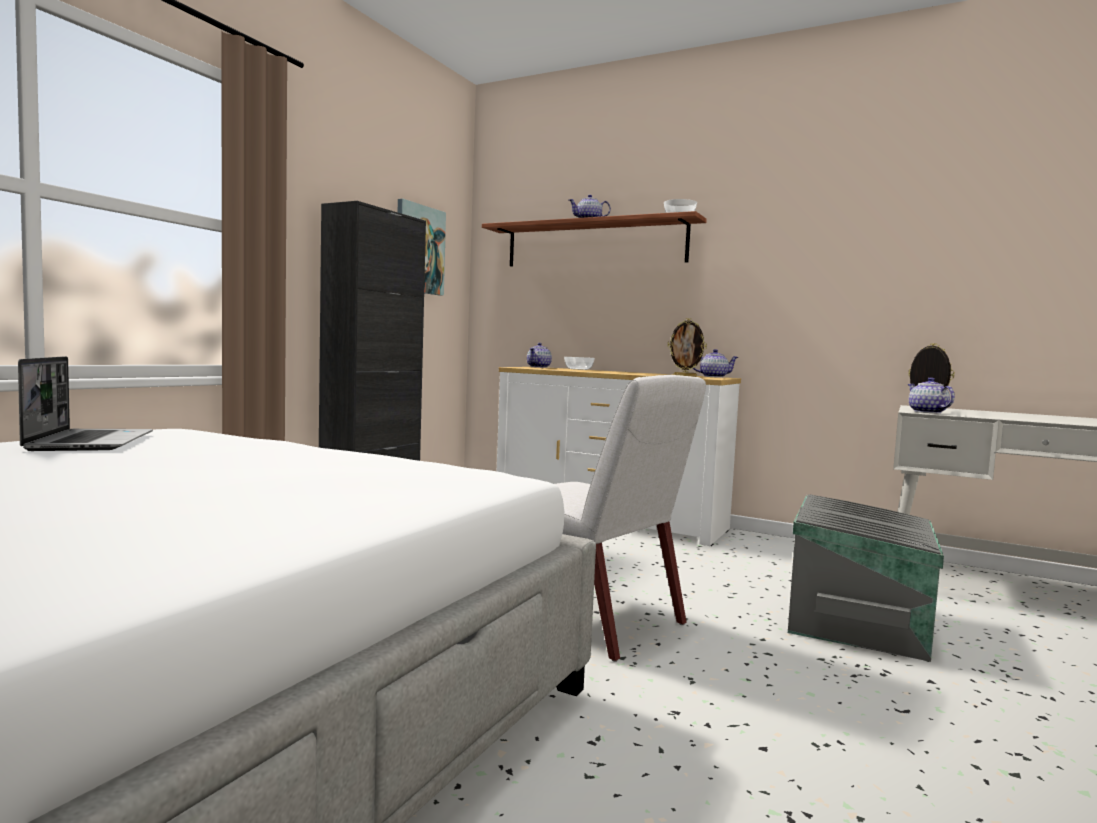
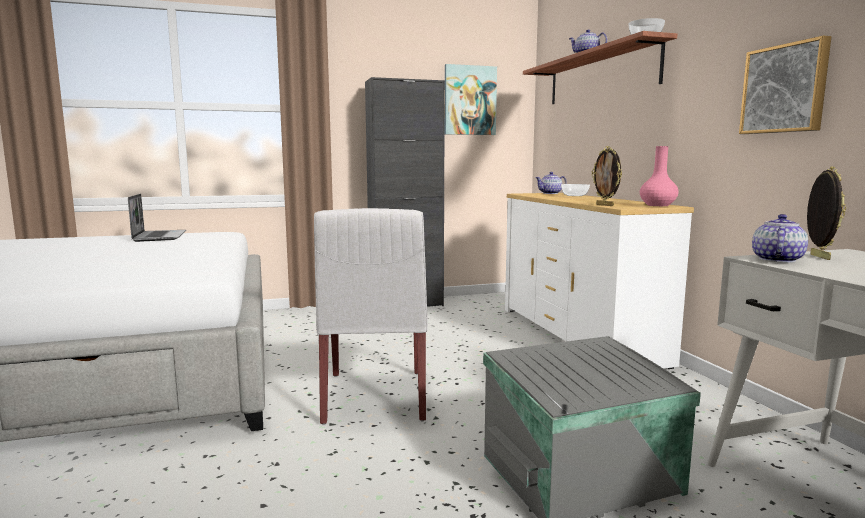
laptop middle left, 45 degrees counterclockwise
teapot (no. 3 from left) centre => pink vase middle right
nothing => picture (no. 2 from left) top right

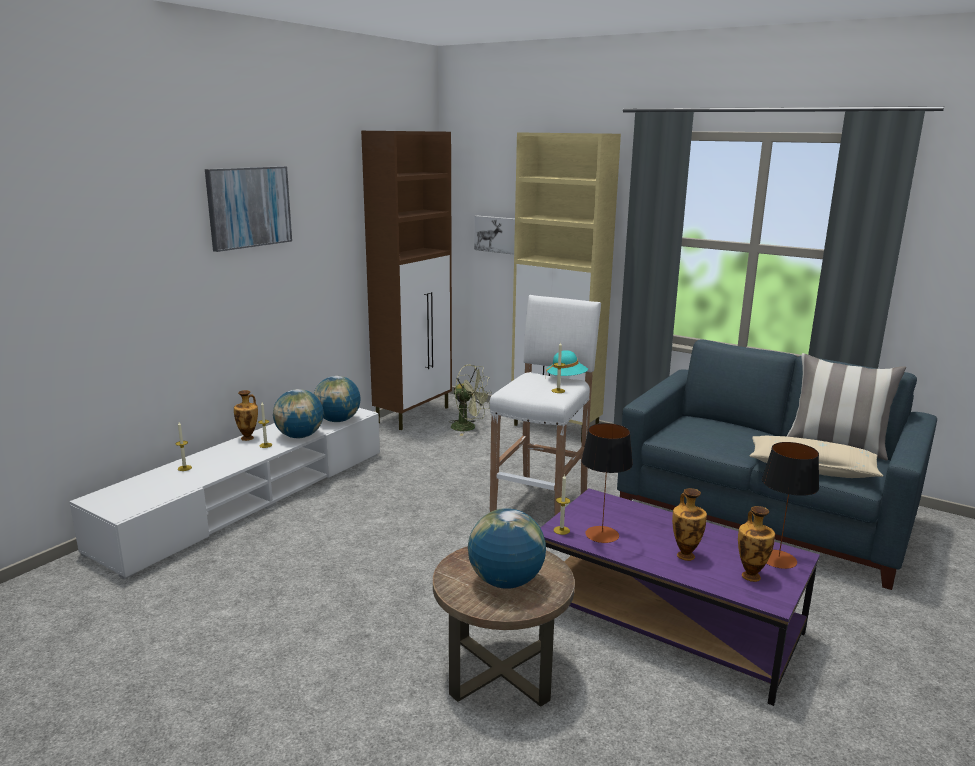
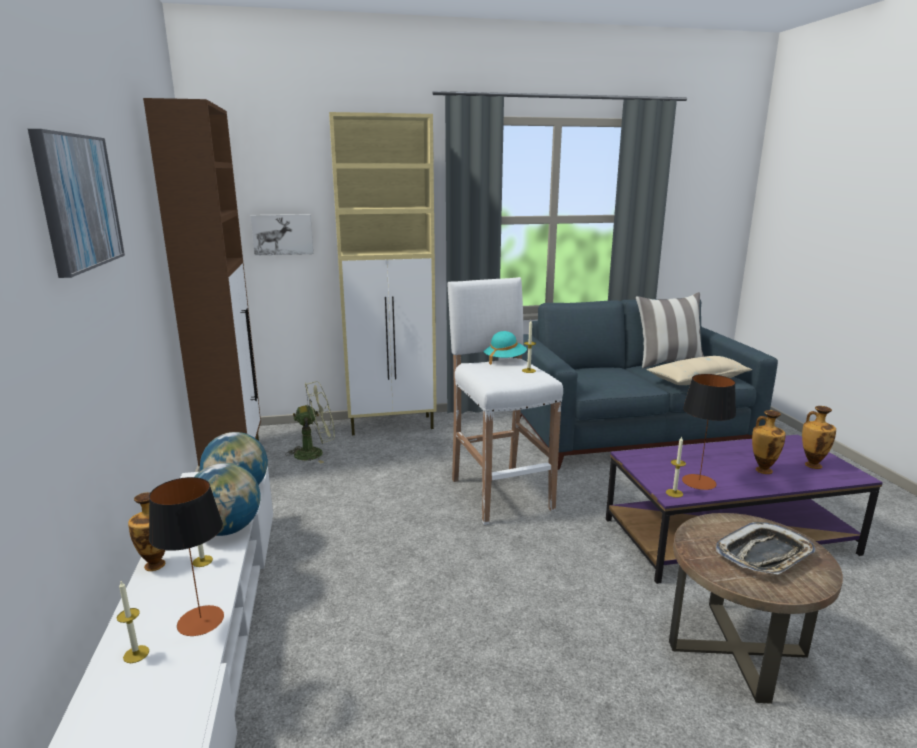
globe (no. 3 from left) bottom centre => tray bottom right
table lamp (no. 2 from left in the first image) middle right => table lamp (no. 1 from left) bottom left, shifted

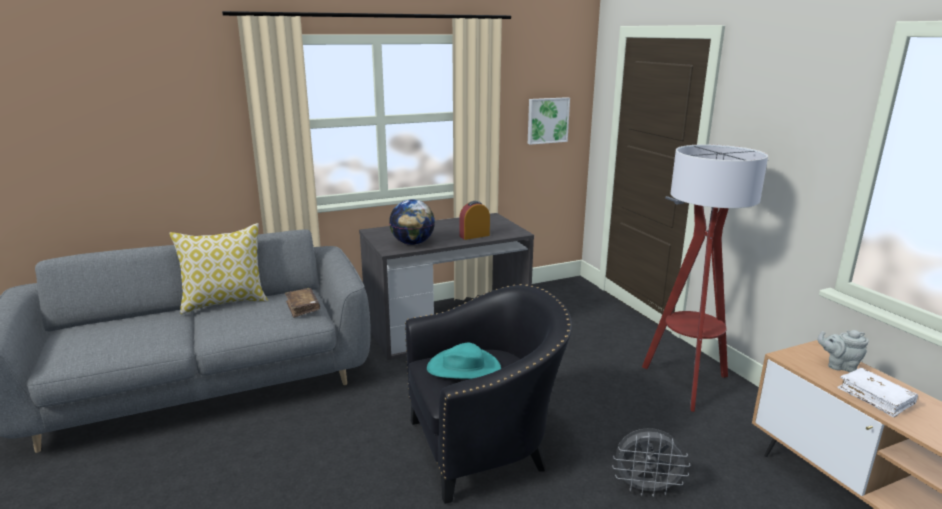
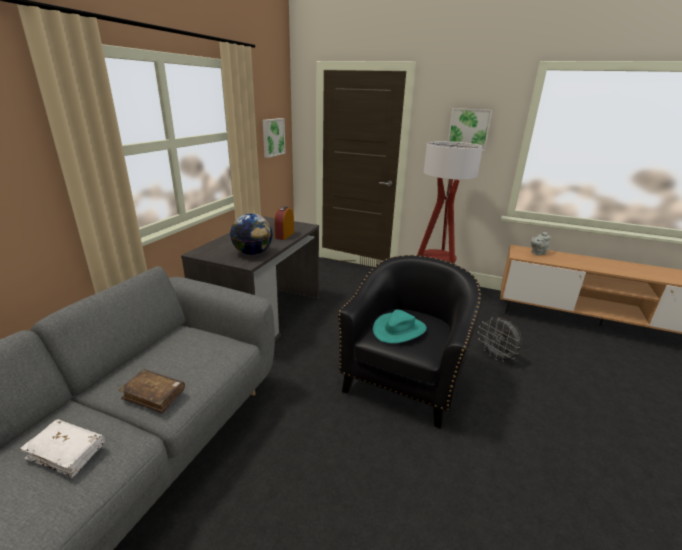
pillow middle left => nothing
brown book middle left => brown book bottom left, shifted
grey fan bottom right => grey fan middle right, 90 degrees clockwise
white book bottom right => white book bottom left, shifted
nothing => picture (no. 2 from left) top right

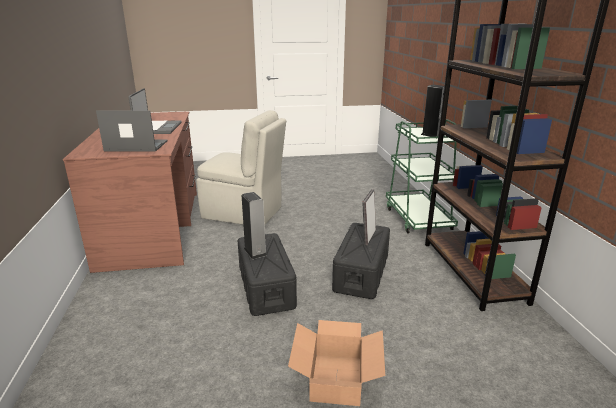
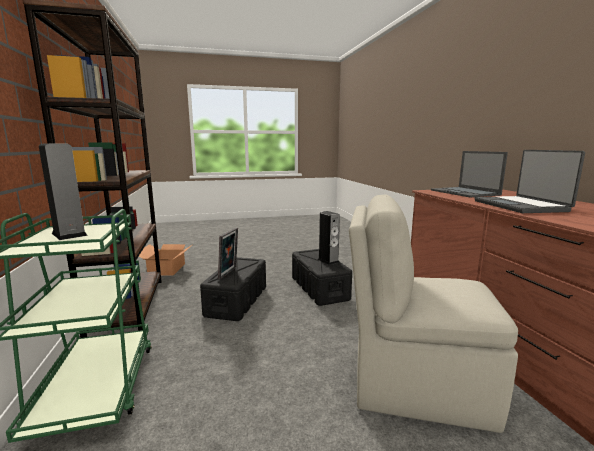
laptop (no. 1 from left) top left => laptop (no. 1 from left) middle right, 75 degrees clockwise
cardboard box bottom centre => cardboard box middle left, shifted

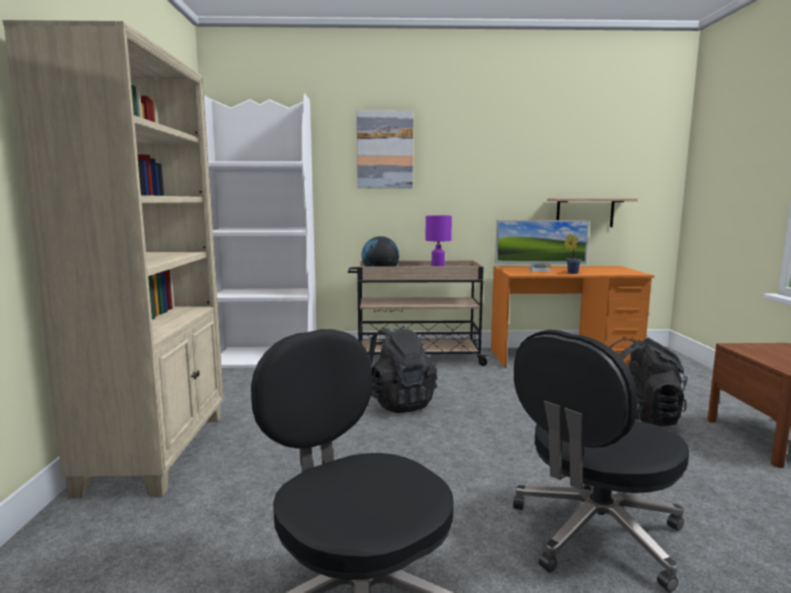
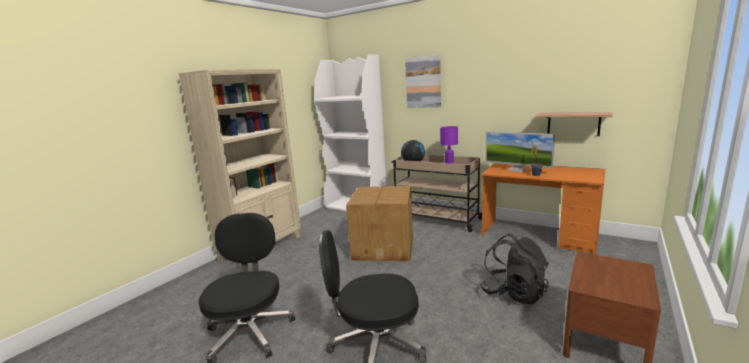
black backpack (no. 1 from left) centre => cardboard box centre

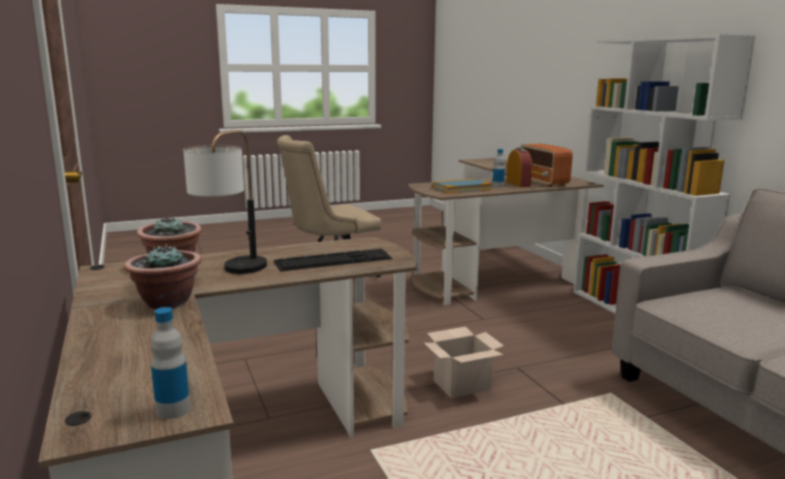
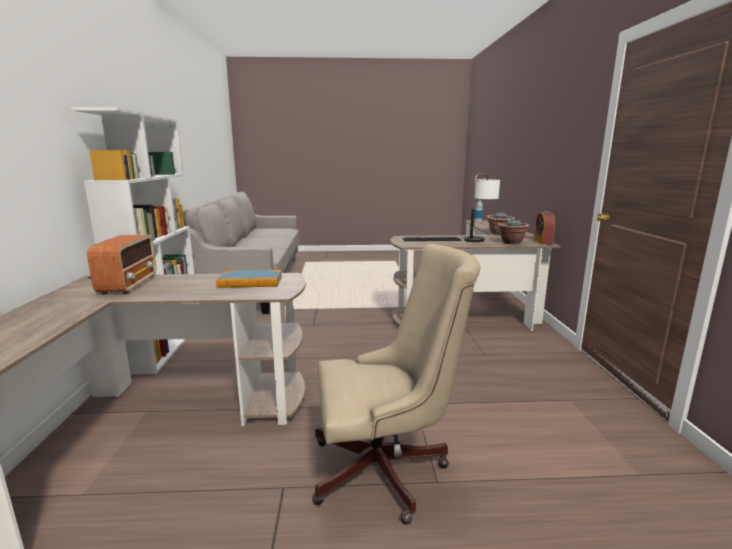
cardboard box bottom centre => nothing
bottle (no. 2 from left) centre => nothing
alarm clock centre => alarm clock middle right, shifted

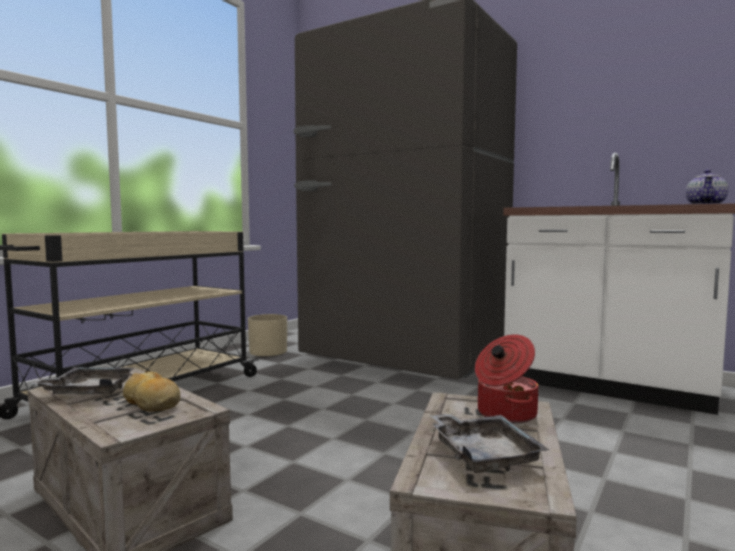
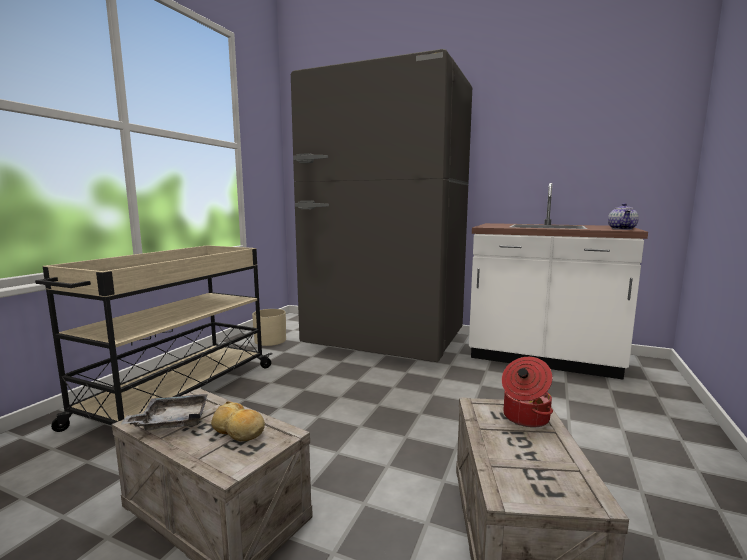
grey tray (no. 2 from left) bottom centre => nothing

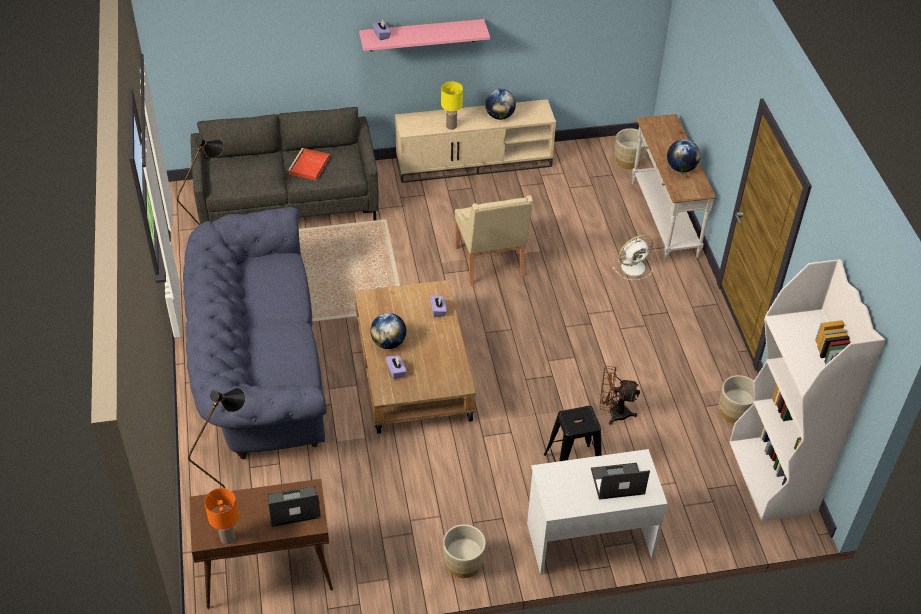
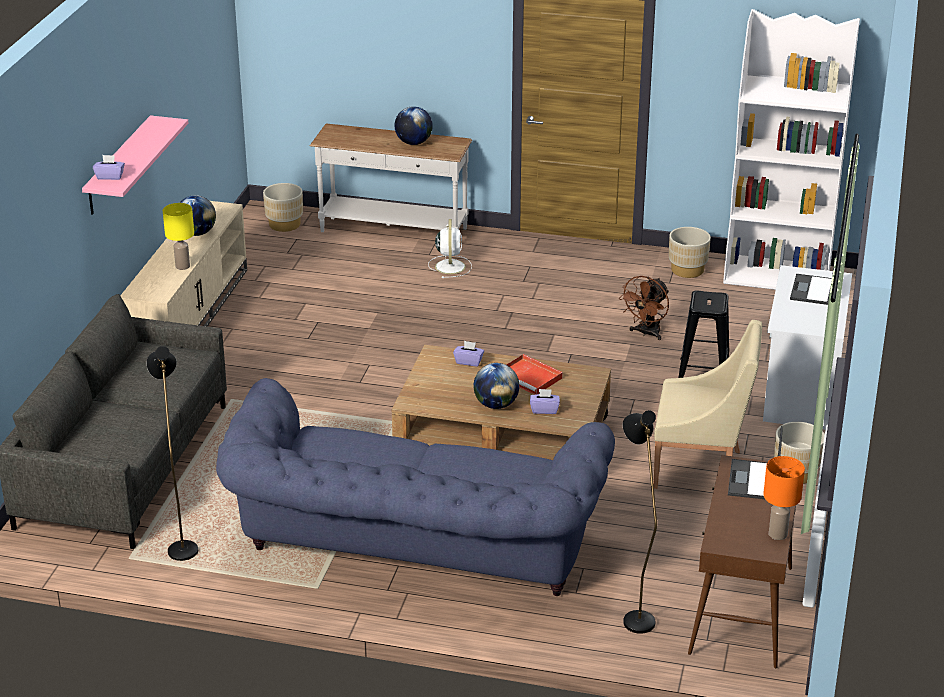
red tray top centre => red tray centre, shifted
beige armchair centre => beige armchair middle right, shifted

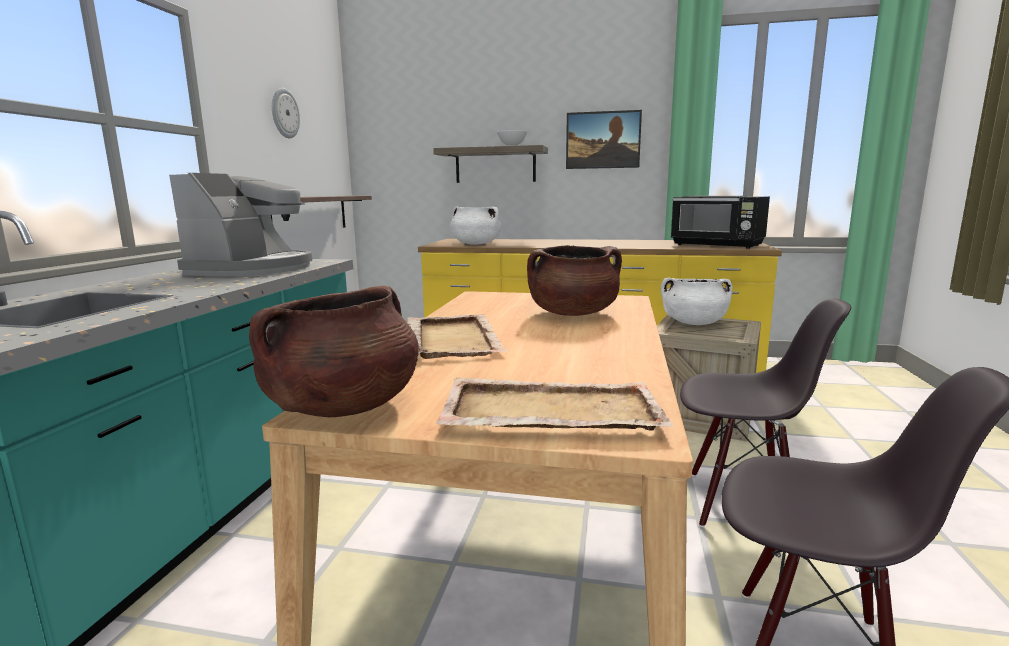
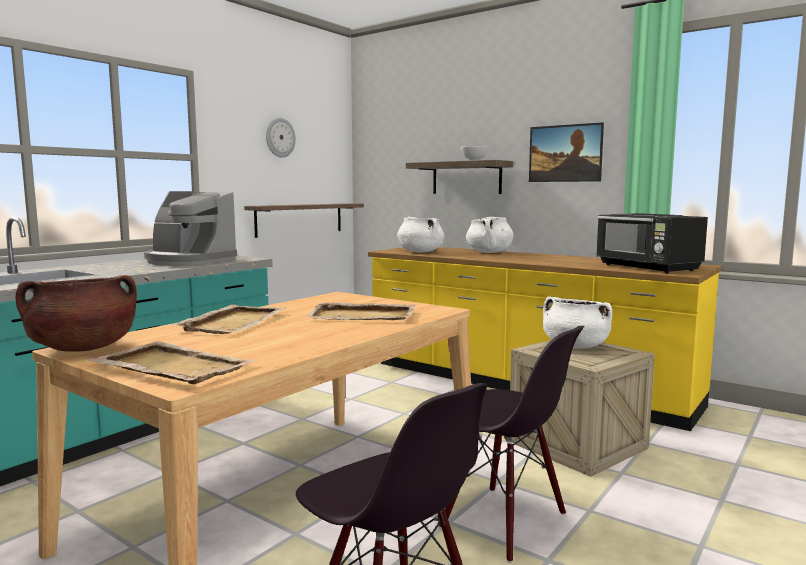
coffee machine middle left, 75 degrees clockwise
brown cooking pot (no. 2 from left) centre => beige tray (no. 3 from left) centre
nothing => white cooking pot (no. 2 from left) centre

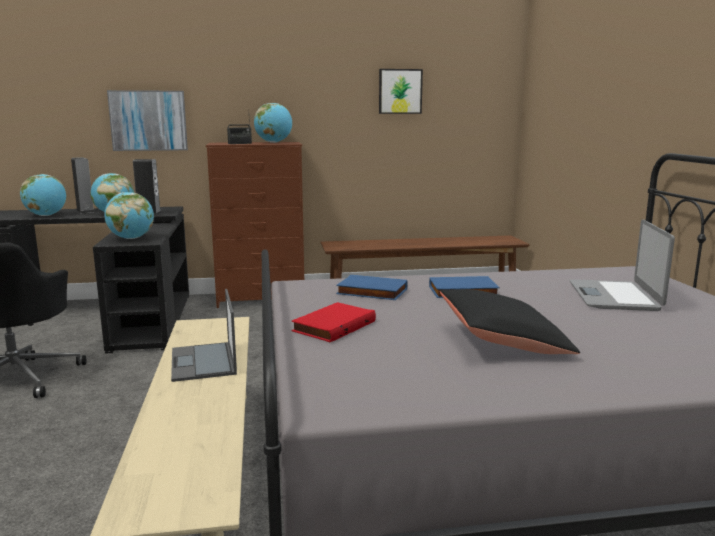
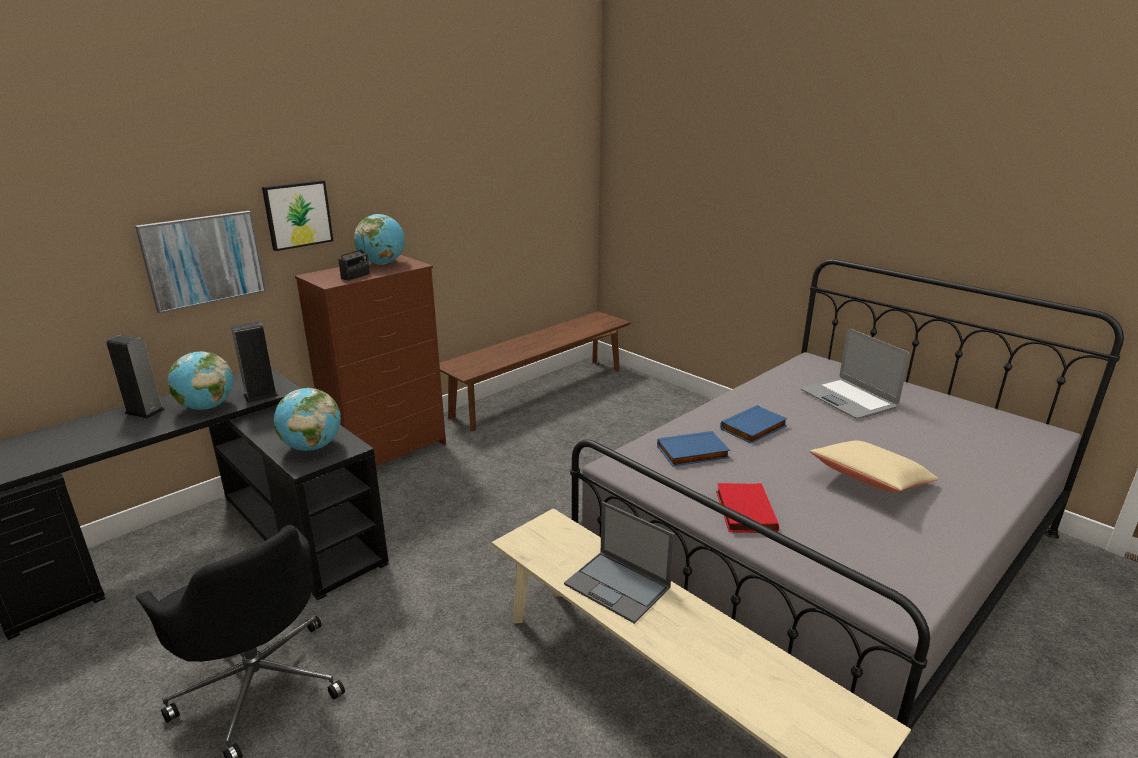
globe (no. 1 from left) middle left => nothing
picture (no. 2 from left) top centre => picture (no. 2 from left) top left, shifted
black pillow middle right => beige pillow middle right

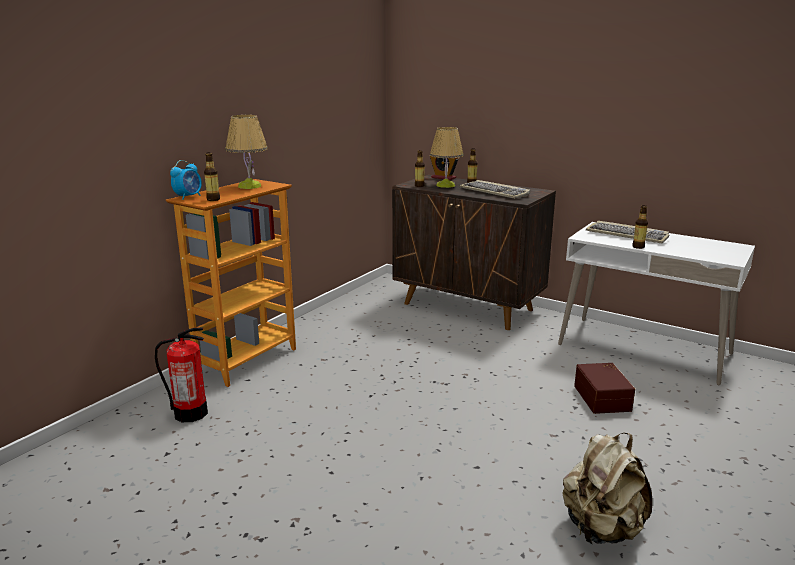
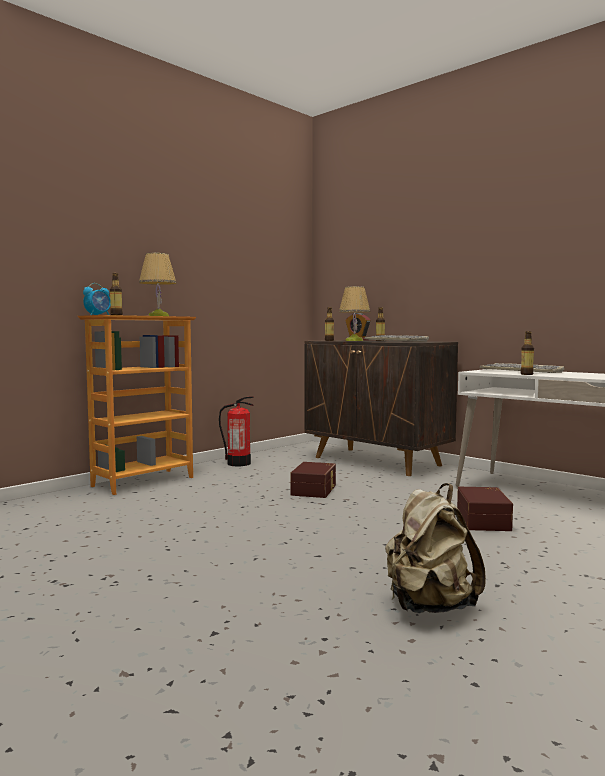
fire extinguisher middle left => fire extinguisher centre, shifted
nothing => brown storage box (no. 1 from left) centre

